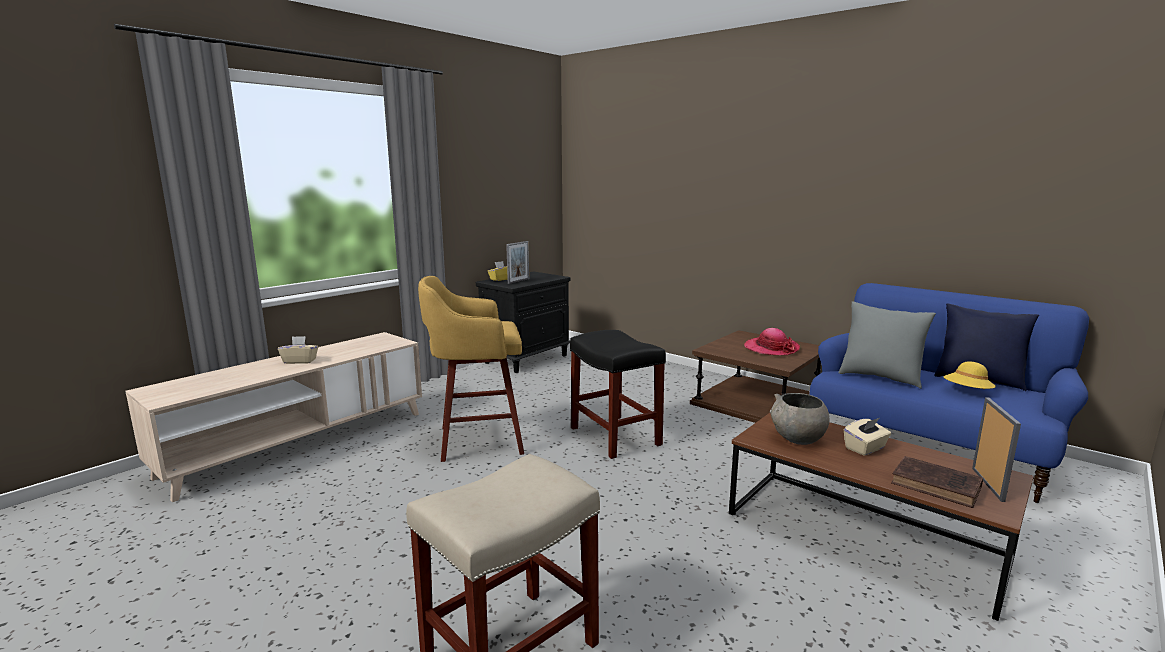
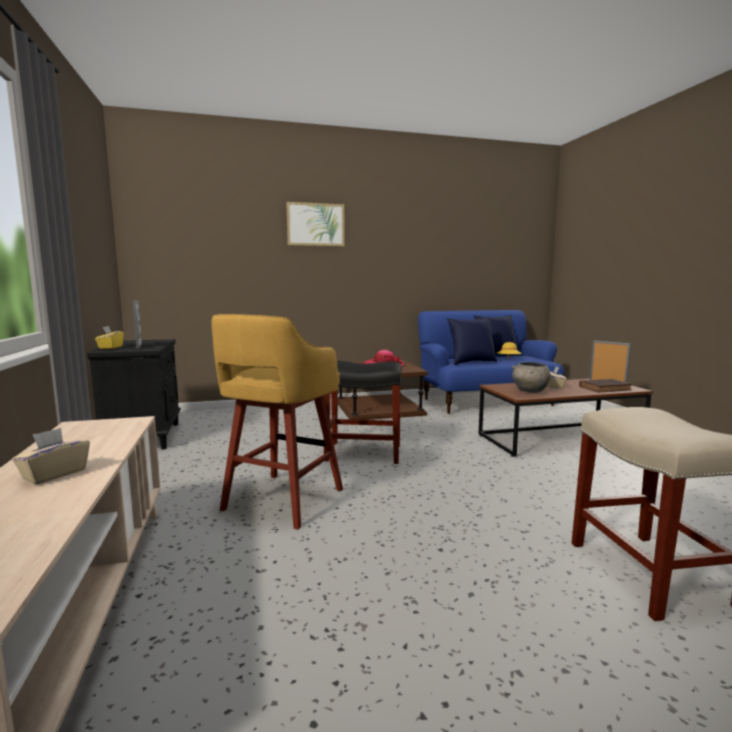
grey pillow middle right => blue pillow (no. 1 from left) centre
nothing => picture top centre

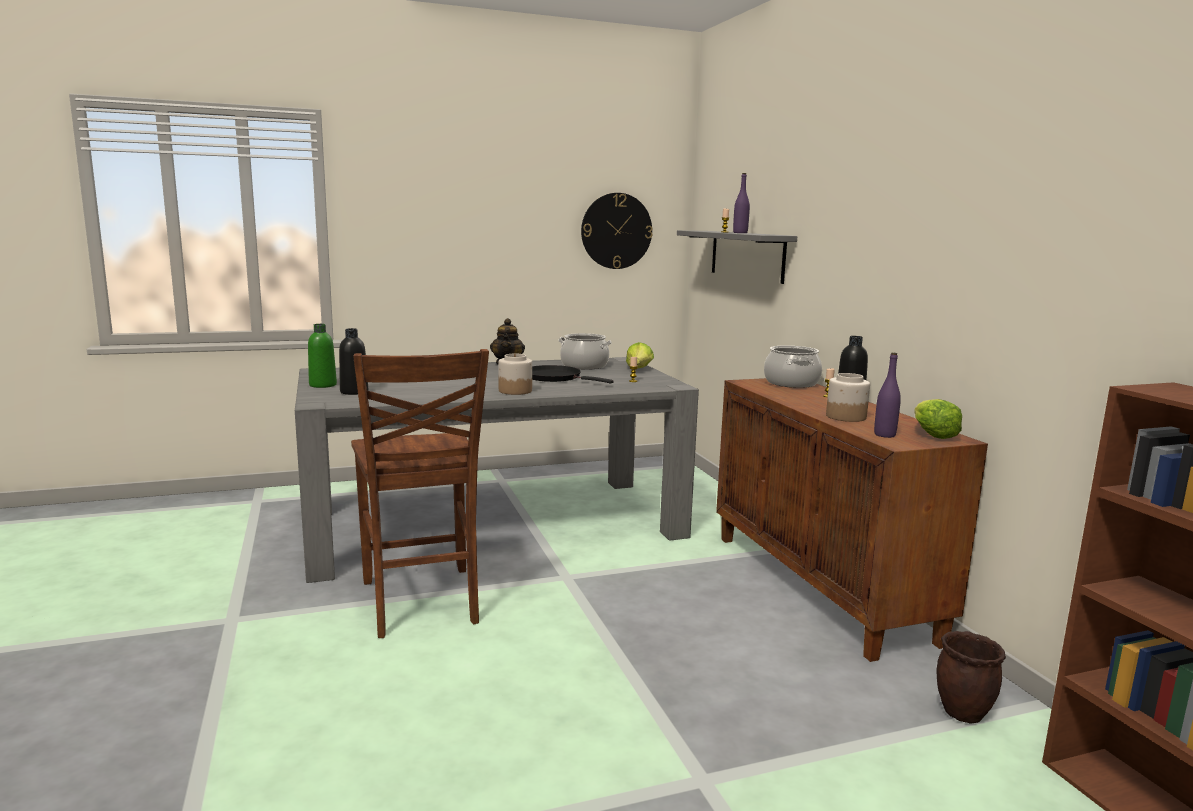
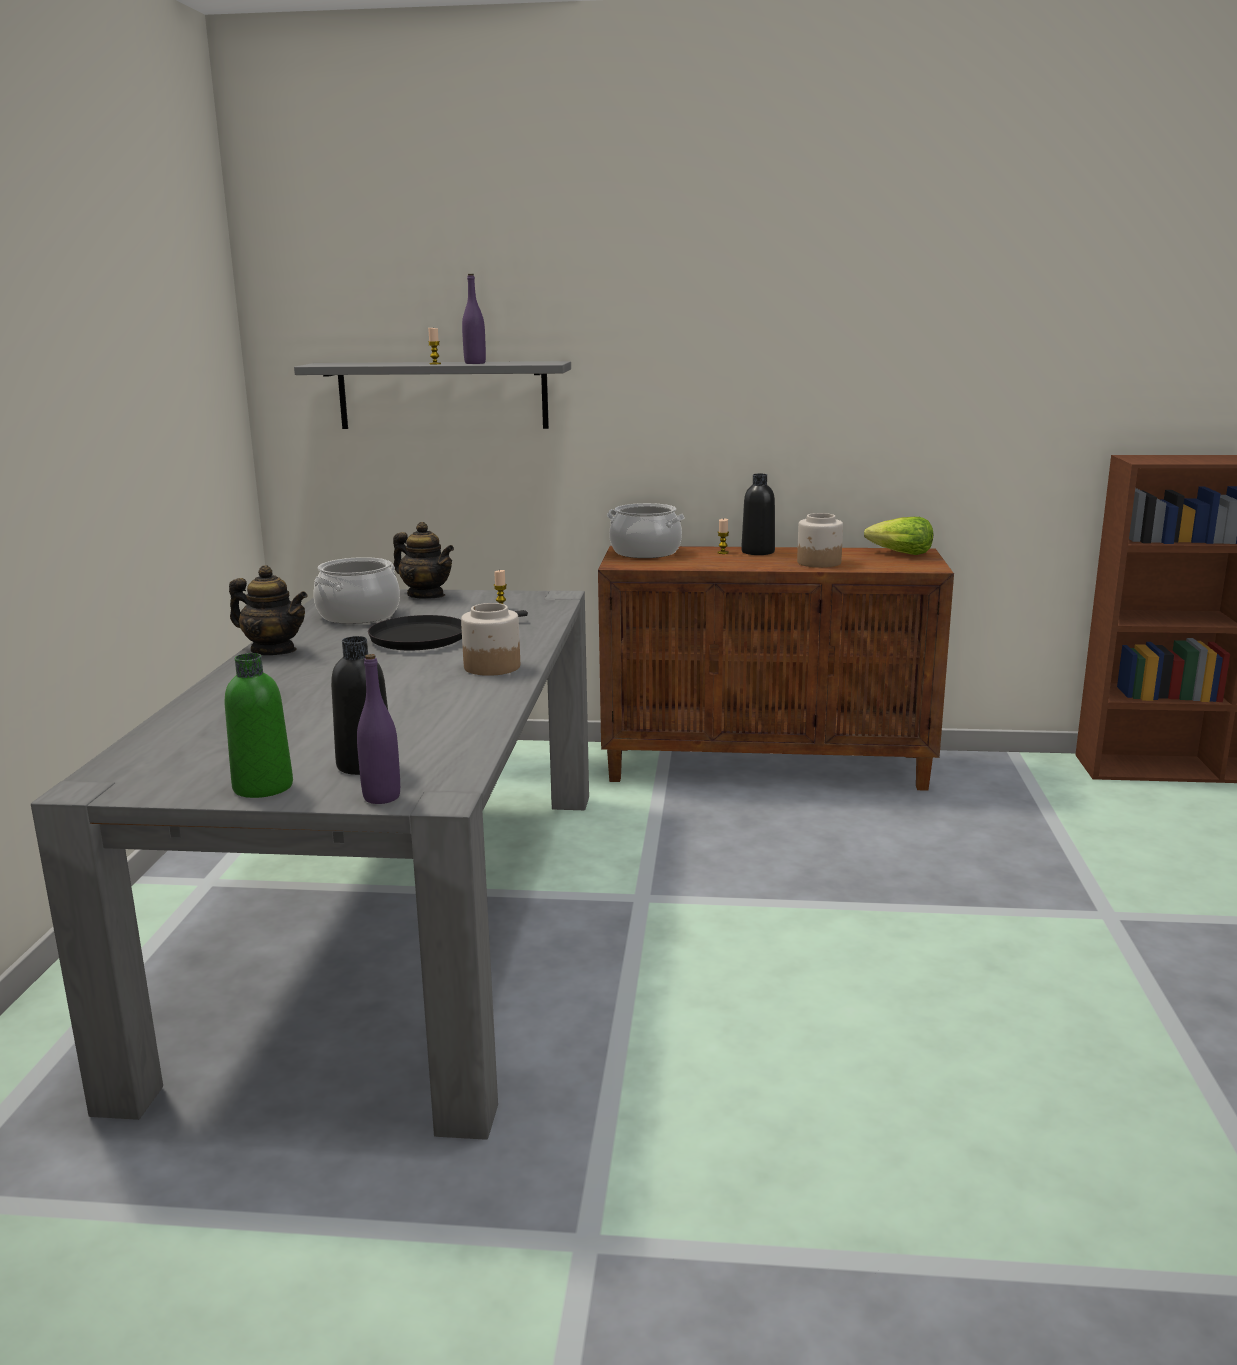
brown chair centre => nothing
wall clock top centre => nothing
lettuce (no. 1 from left) centre => teapot (no. 2 from left) centre
purple bottle (no. 2 from left in the first image) middle right => purple bottle (no. 1 from left) middle left, shifted
brown planter bottom right => nothing

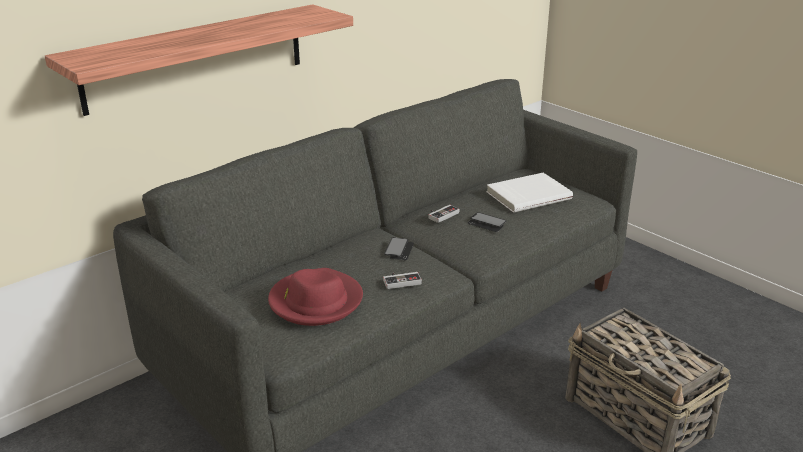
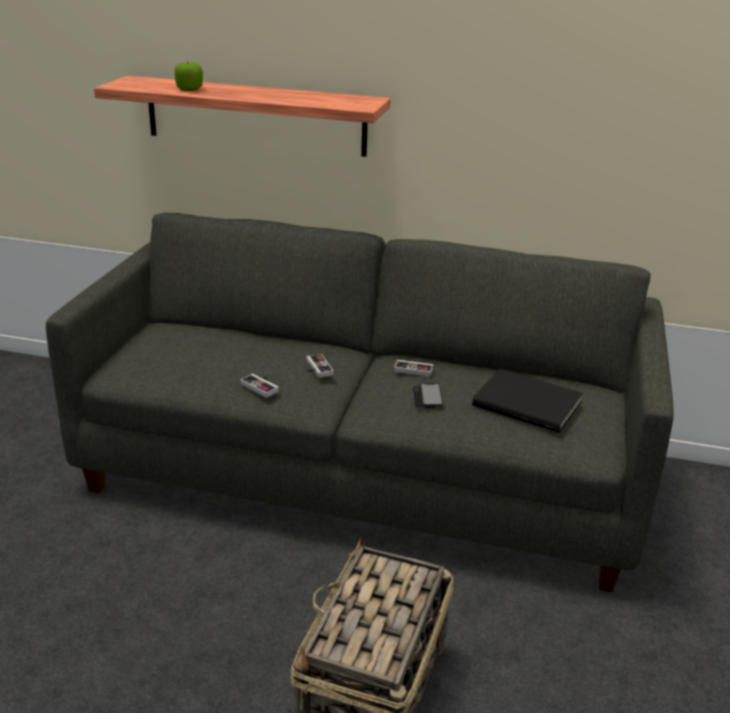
red hat centre => nothing
phone (no. 1 from left) centre => game controller (no. 2 from left) centre
white book centre => black book middle right
nothing => apple top left

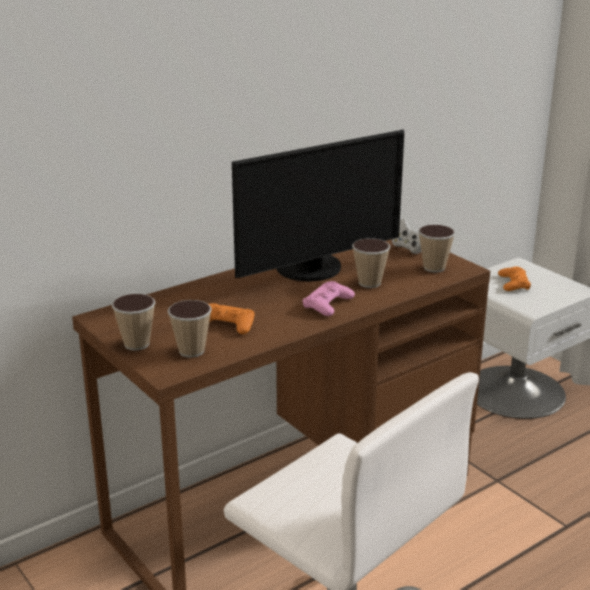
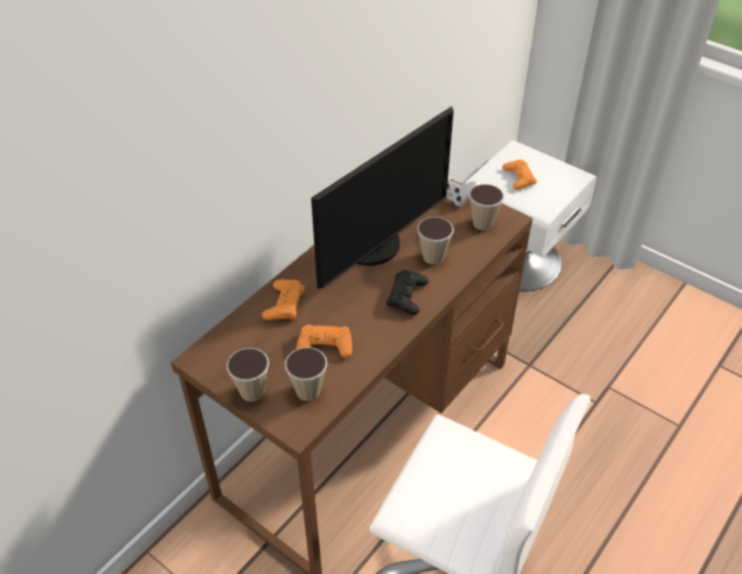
pink game controller centre => black game controller centre
nothing => orange game controller (no. 1 from left) centre

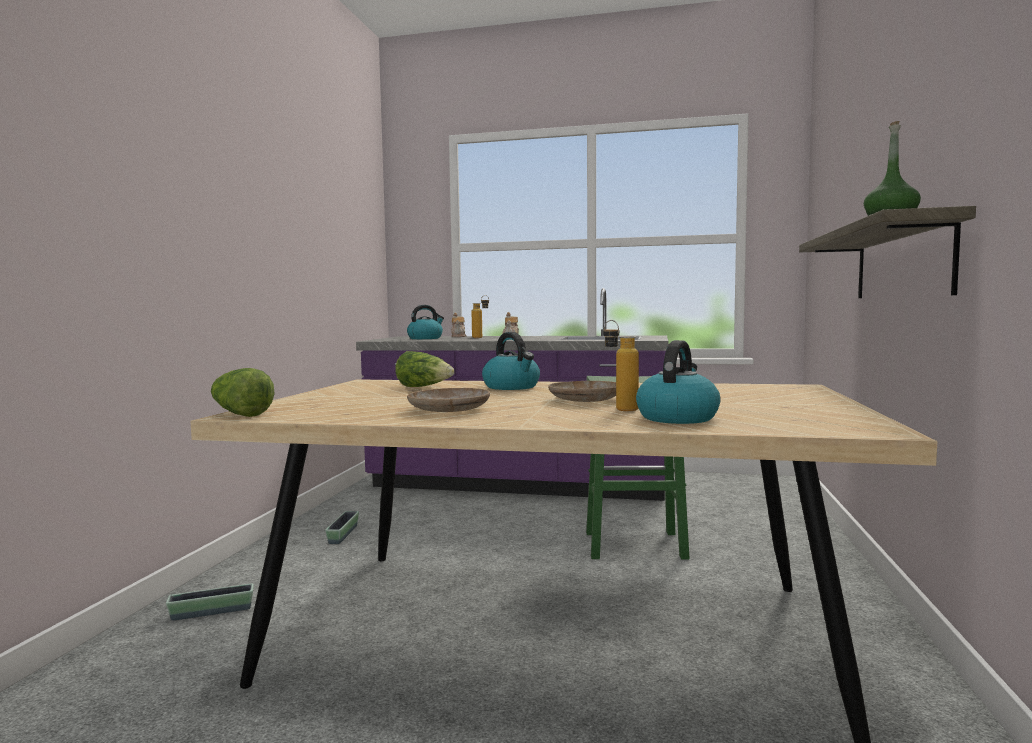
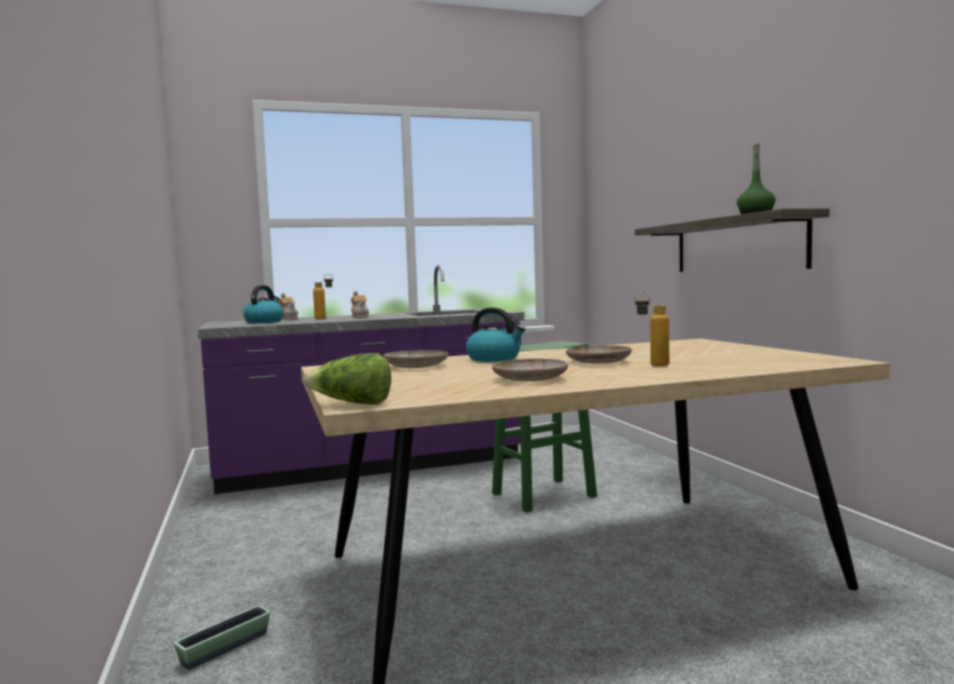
planter (no. 2 from left) bottom left => nothing
lettuce (no. 2 from left) centre => beige plate (no. 1 from left) centre
kettle (no. 3 from left) centre => nothing

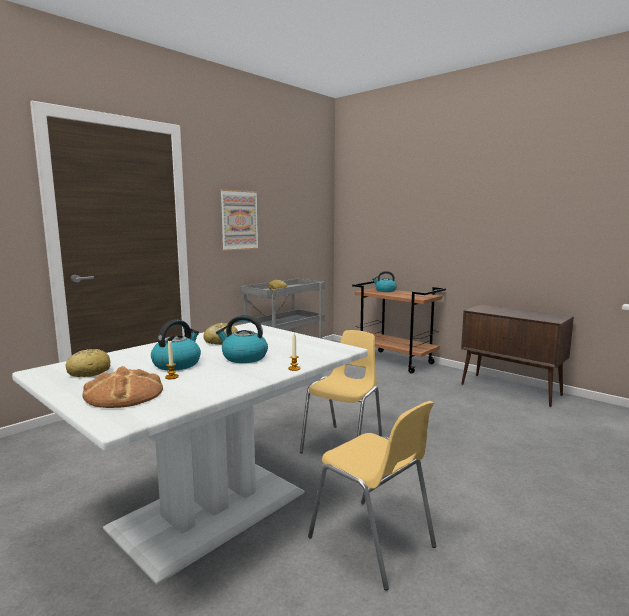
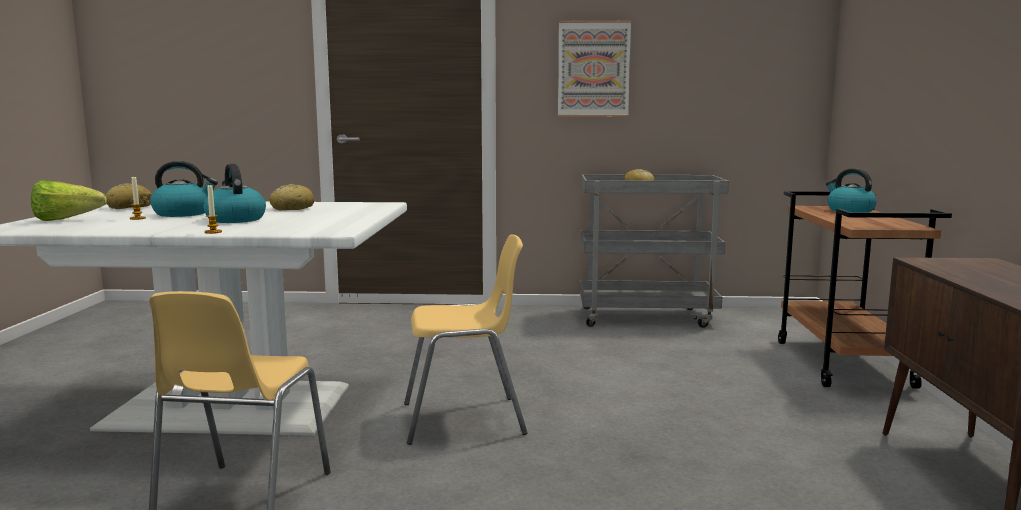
bread (no. 2 from left) middle left => lettuce middle left

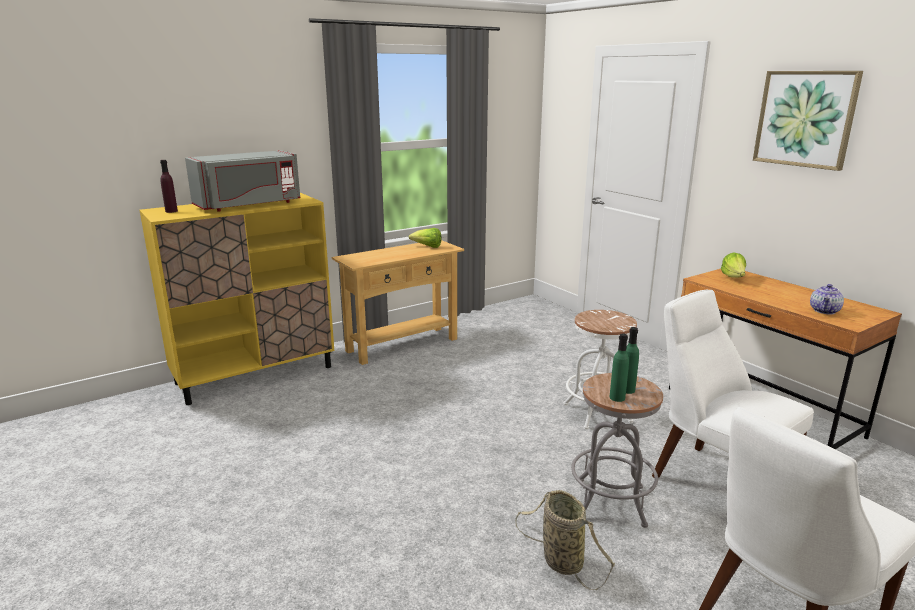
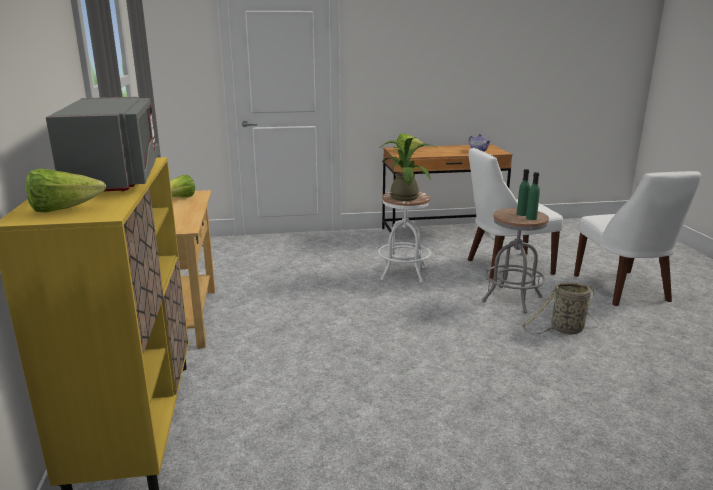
purple bottle top left => lettuce (no. 1 from left) middle left
picture top right => nothing
nothing => potted plant centre

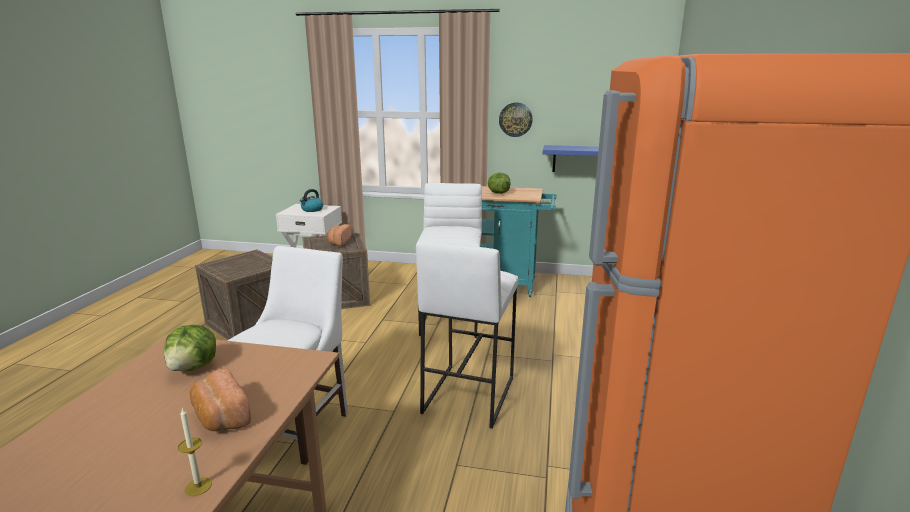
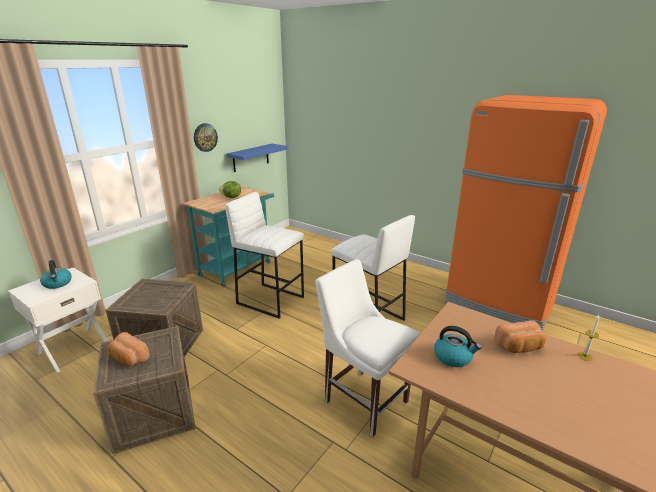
lettuce (no. 1 from left) bottom left => kettle (no. 2 from left) bottom right
bread (no. 2 from left in the first image) centre => bread (no. 1 from left) bottom left, shifted

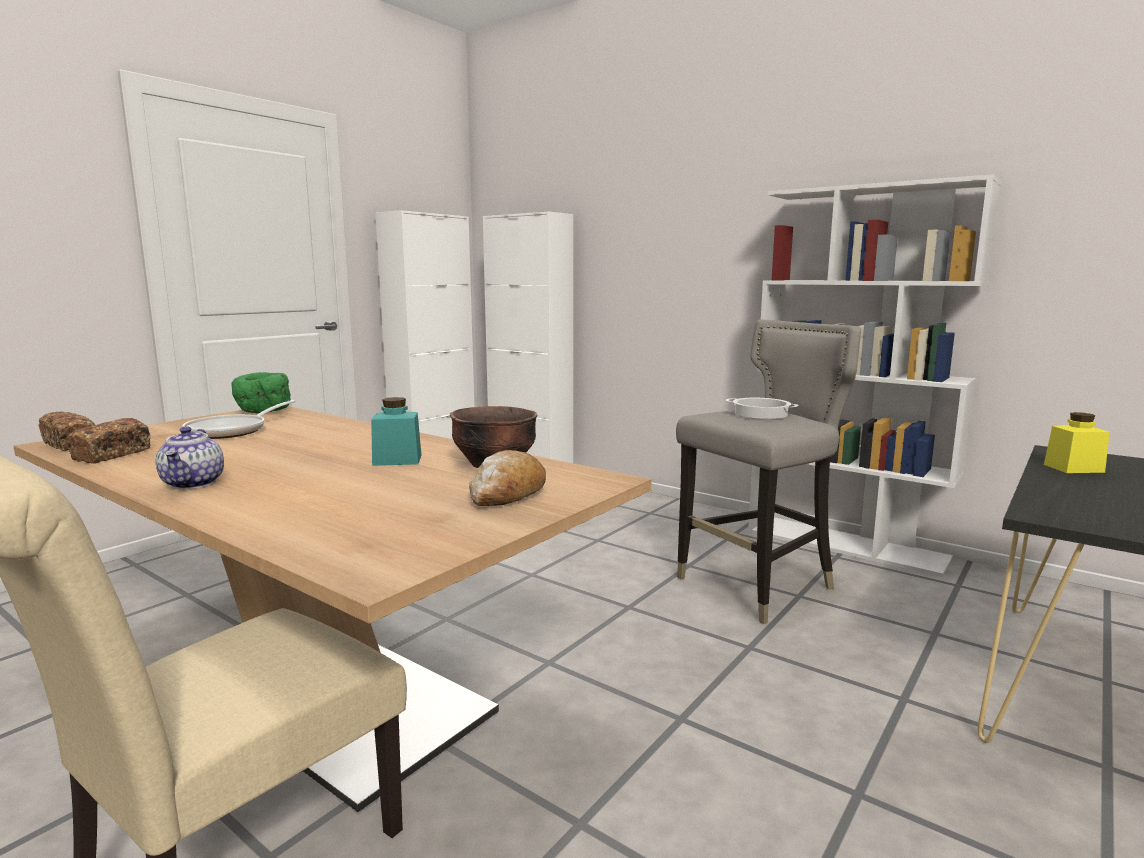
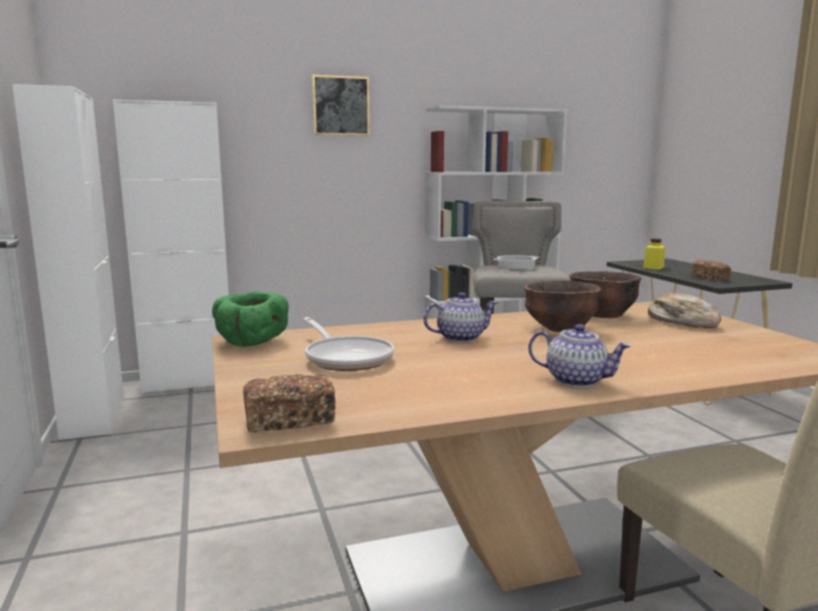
bread (no. 2 from left in the first image) middle left => bread (no. 3 from left) middle right, shifted
turquoise jar centre => brown bowl (no. 1 from left) middle right
nothing => picture top centre
nothing => teapot (no. 1 from left) centre

